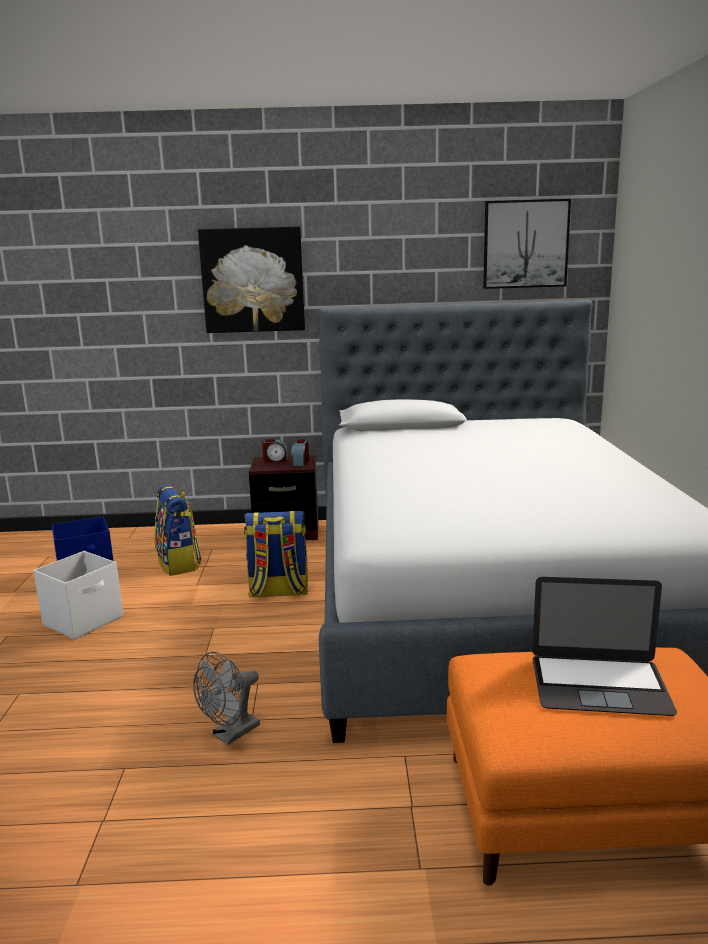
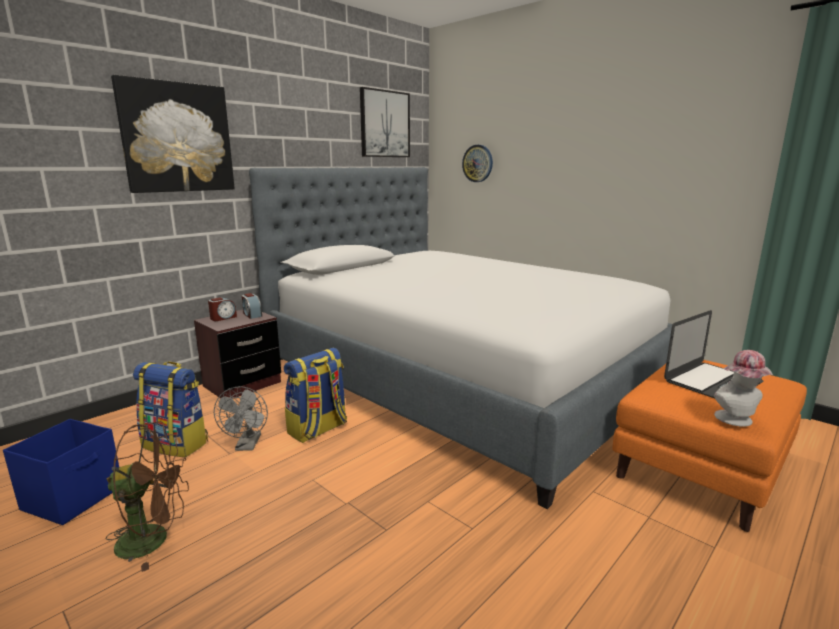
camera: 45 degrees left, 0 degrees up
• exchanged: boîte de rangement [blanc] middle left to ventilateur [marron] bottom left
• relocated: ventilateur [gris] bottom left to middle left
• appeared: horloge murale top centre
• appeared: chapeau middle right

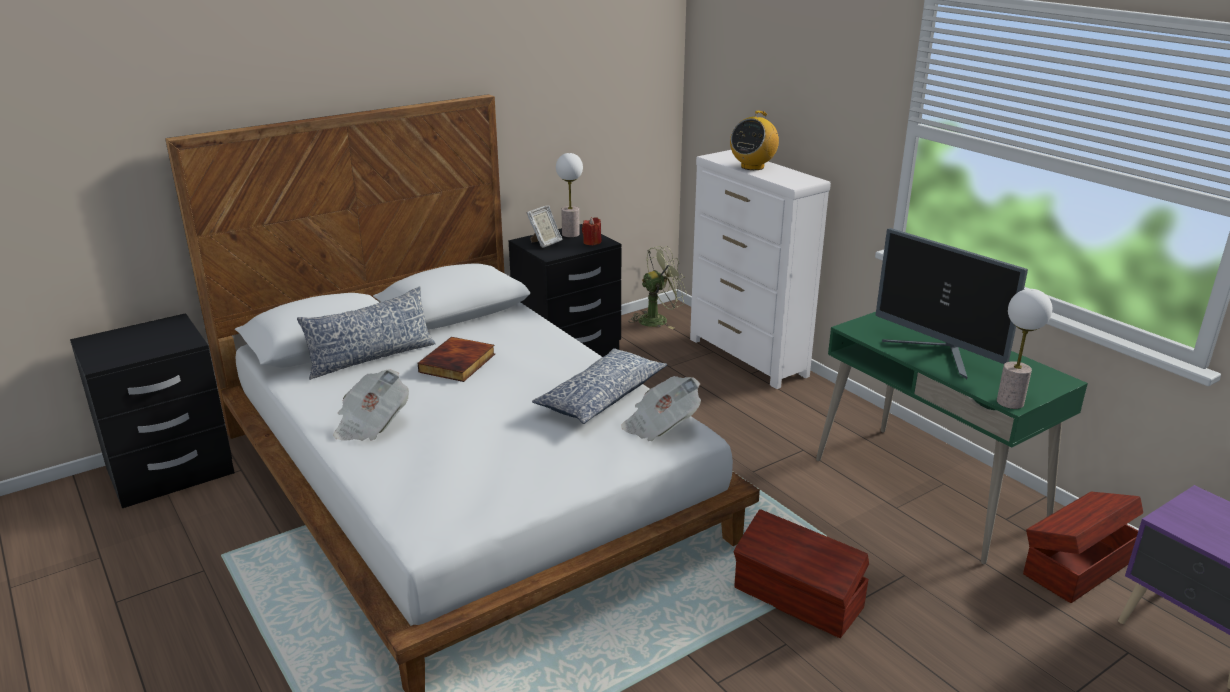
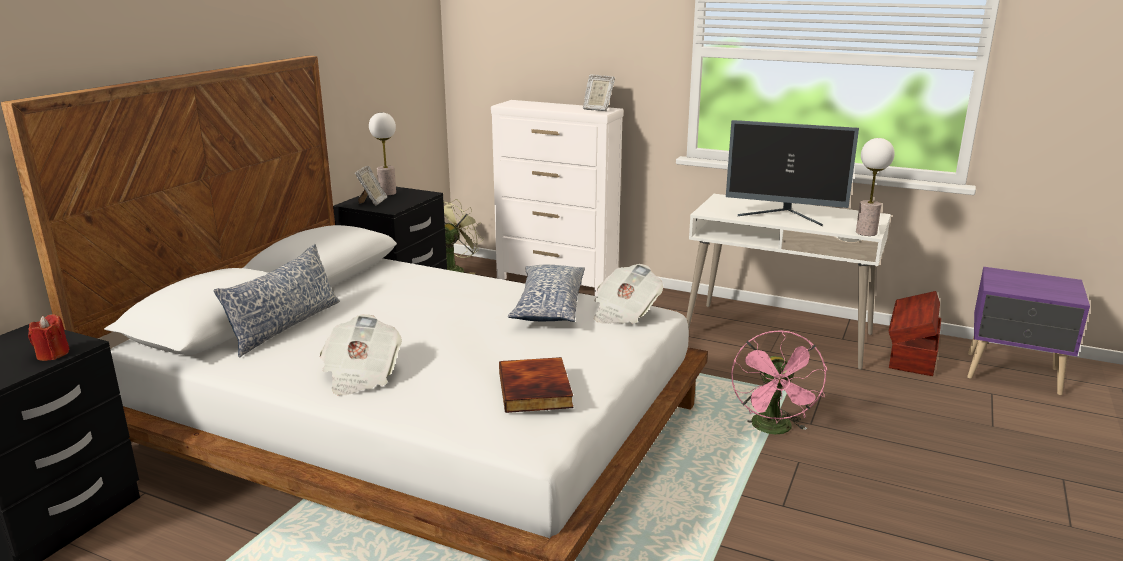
camera: 30 degrees left, 5 degrees down
• relocated: livre centre to bottom centre
• relocated: bougie [rouge] centre to middle left
• missing: radio top centre
• exchanged: boîte de rangement [marron] (no. 1 from left) bottom centre to ventilateur [rose] bottom right
• colour: bureau [vert] middle right to bureau [blanc] middle right
• appeared: cadre photo (no. 2 from left) top centre

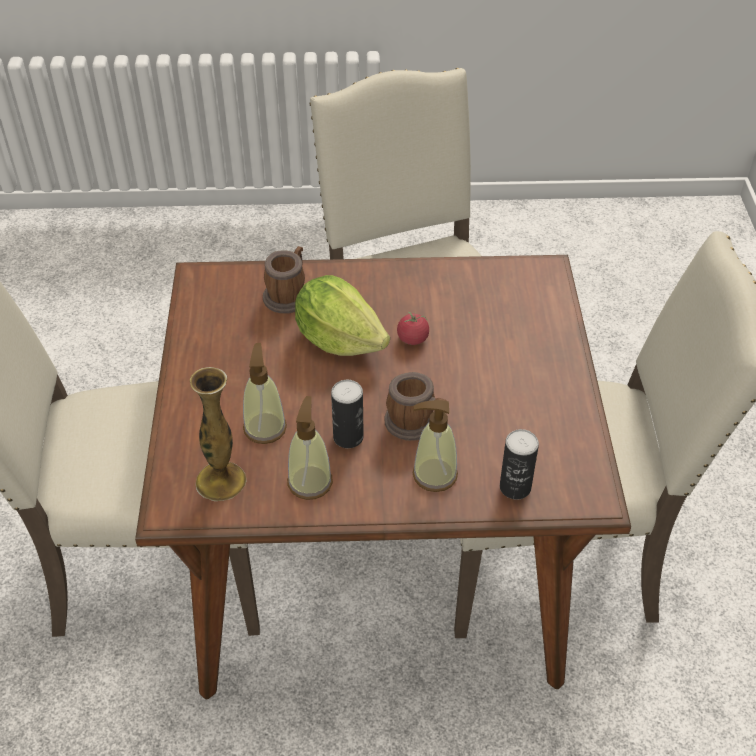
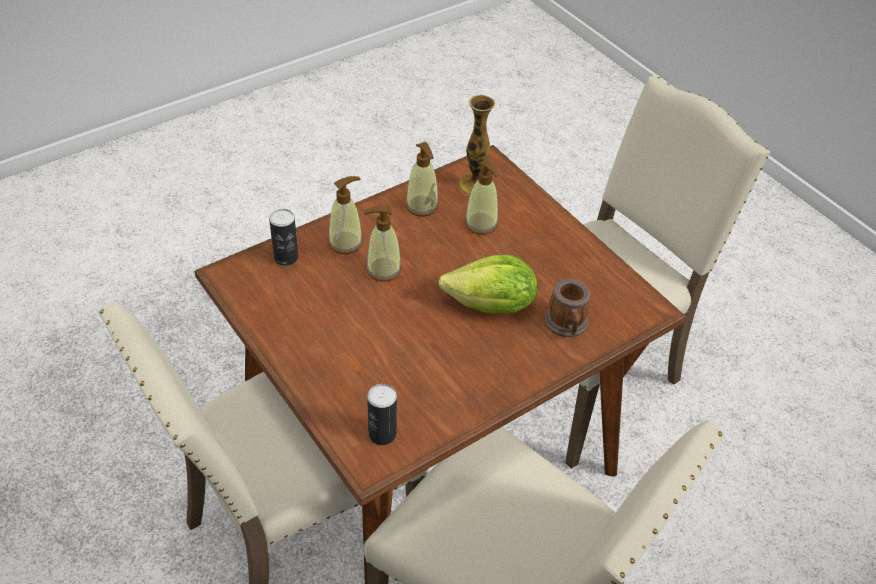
camera: 145 degrees right, 0 degrees up
• relocated: boîte métallique (no. 1 from left in the first image) centre to boîte métallique (no. 2 from left) bottom centre
• exchanged: mug (no. 2 from left) centre to distributeur de savon (no. 2 from left) centre
• missing: tomate centre

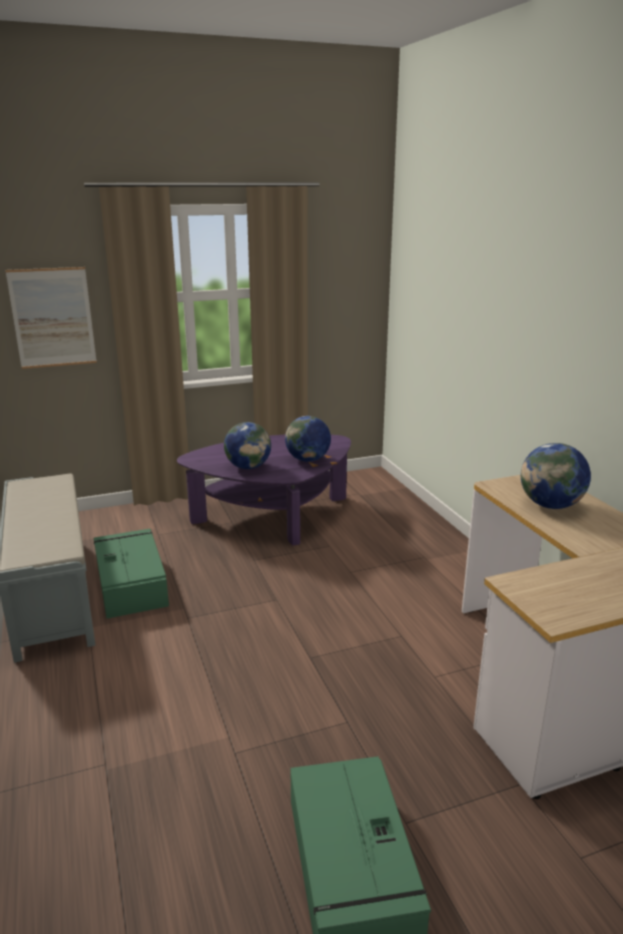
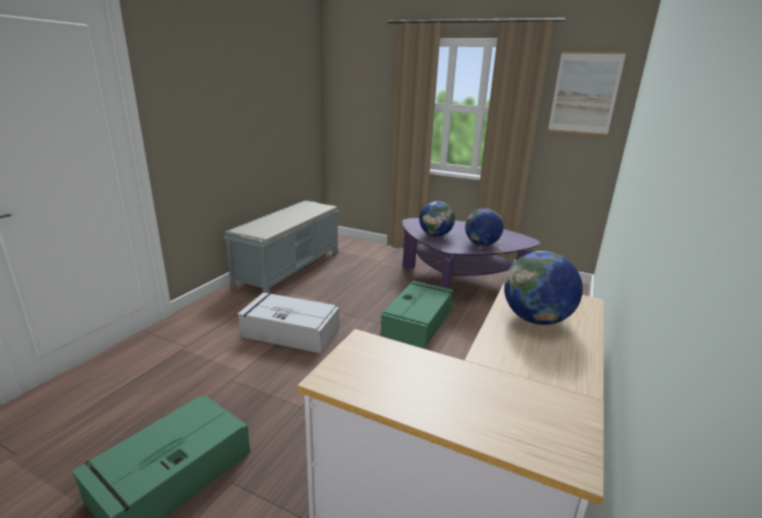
camera: 45 degrees right, 0 degrees up
• relocated: tableau middle left to top right
• relocated: boîte de rangement [vert] (no. 1 from left in the first image) middle left to boîte de rangement [vert] (no. 2 from left) centre
• appeared: boîte de rangement [gris] centre

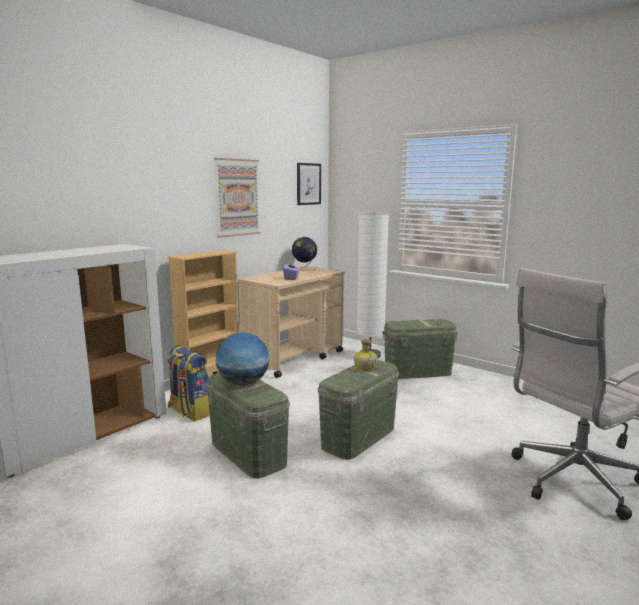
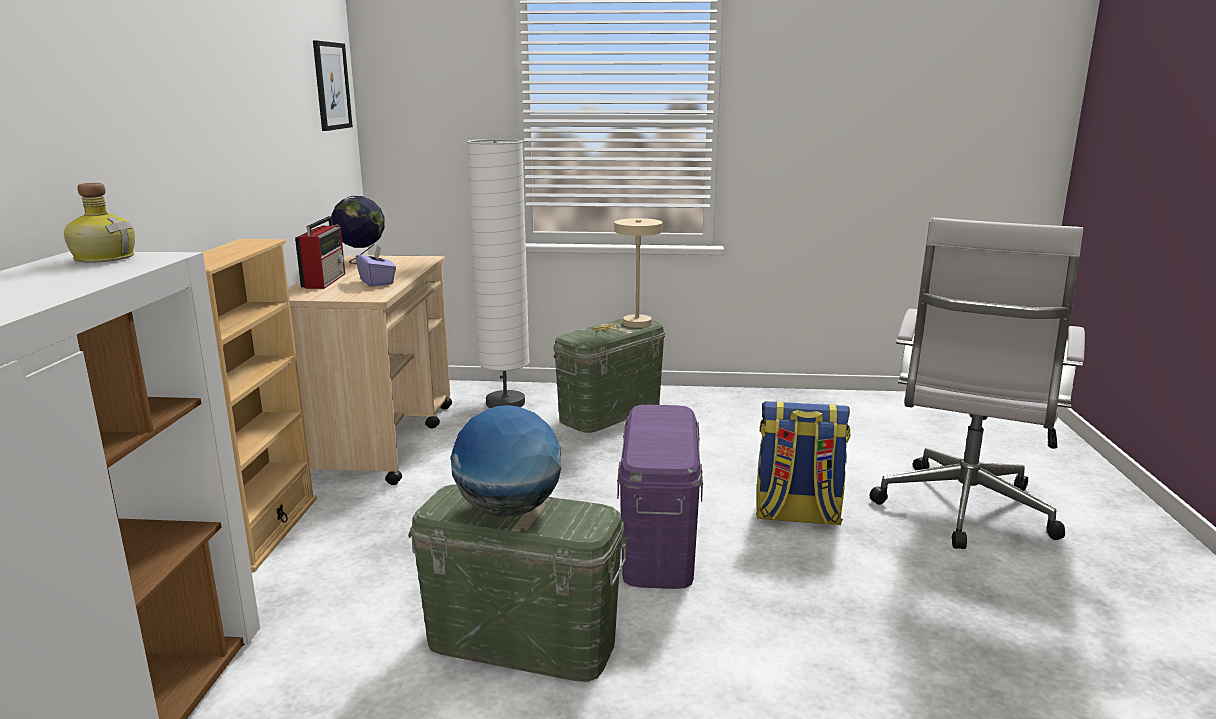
camera: 35 degrees left, 5 degrees up
• relocated: sac à dos middle left to centre
• missing: tableau (no. 1 from left) top centre
• colour: boîte de rangement [vert] (no. 2 from left) bottom centre to boîte de rangement [violet] bottom centre
• relocated: bouteille centre to top left
• appeared: radio middle left
• appeared: lampe de table [beige] centre

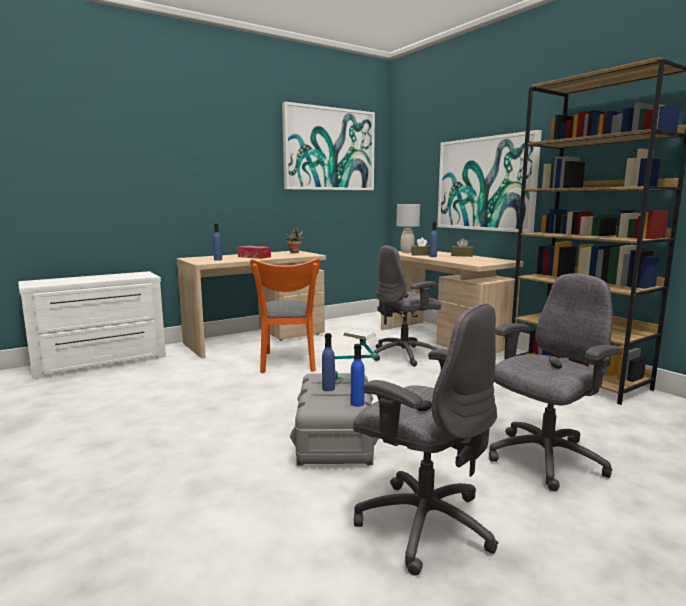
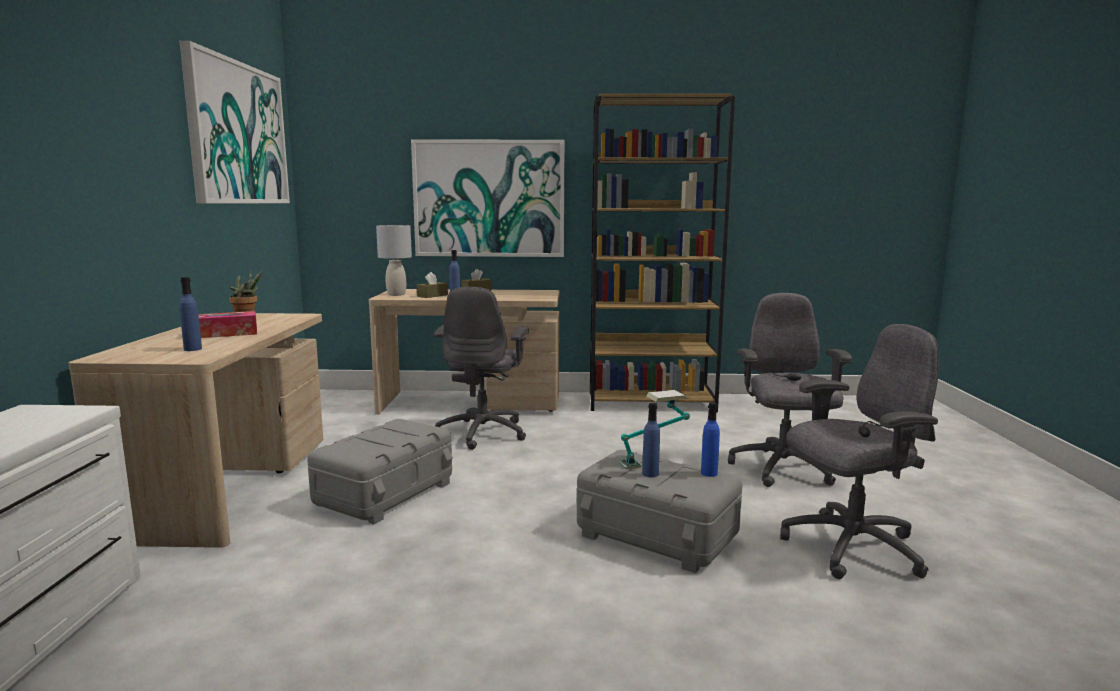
camera: 55 degrees left, 0 degrees up
• exchanged: chaise [orange] centre to boîte de rangement [gris] (no. 1 from left) bottom centre

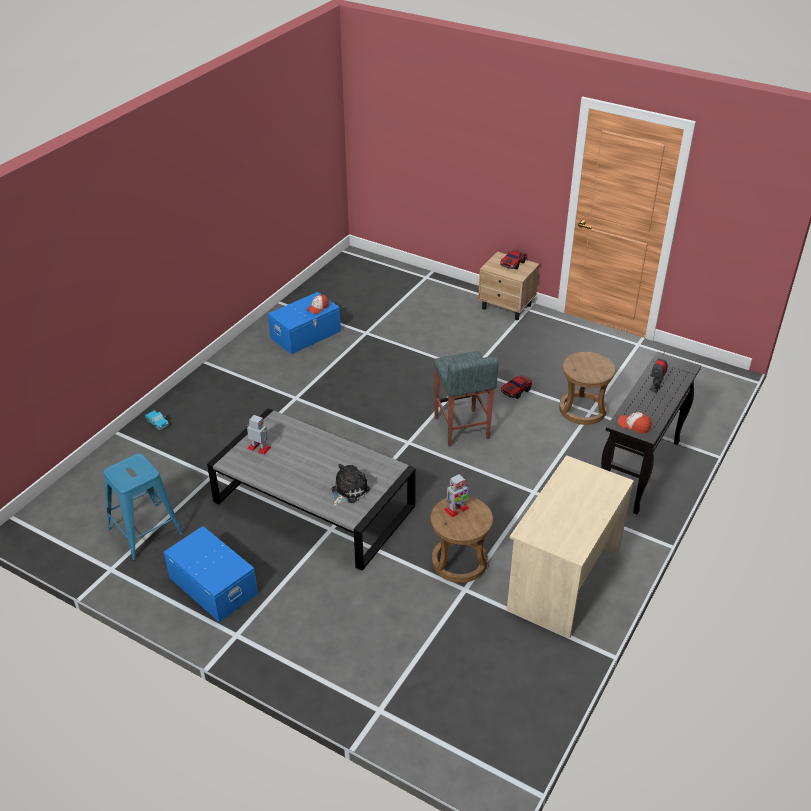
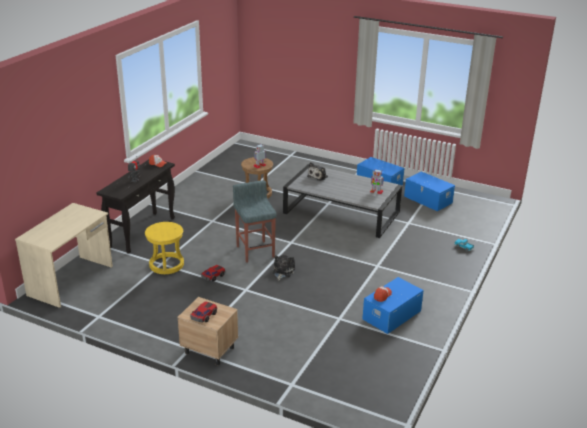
camera: 175 degrees right, 10 degrees down
• exchanged: tabouret [bleu] middle left to boîte de rangement [bleu] (no. 3 from left) middle right
• relocated: bureau [beige] bottom right to middle left
• colour: tabouret [marron] (no. 2 from left) middle right to tabouret [jaune] middle left
• appeared: peluche (no. 1 from left) centre

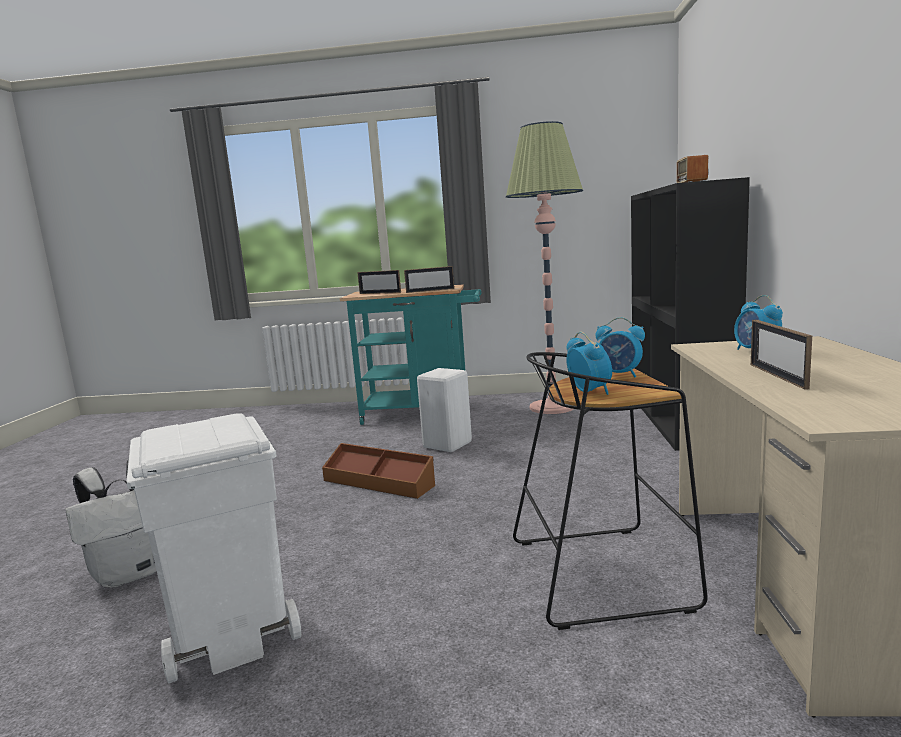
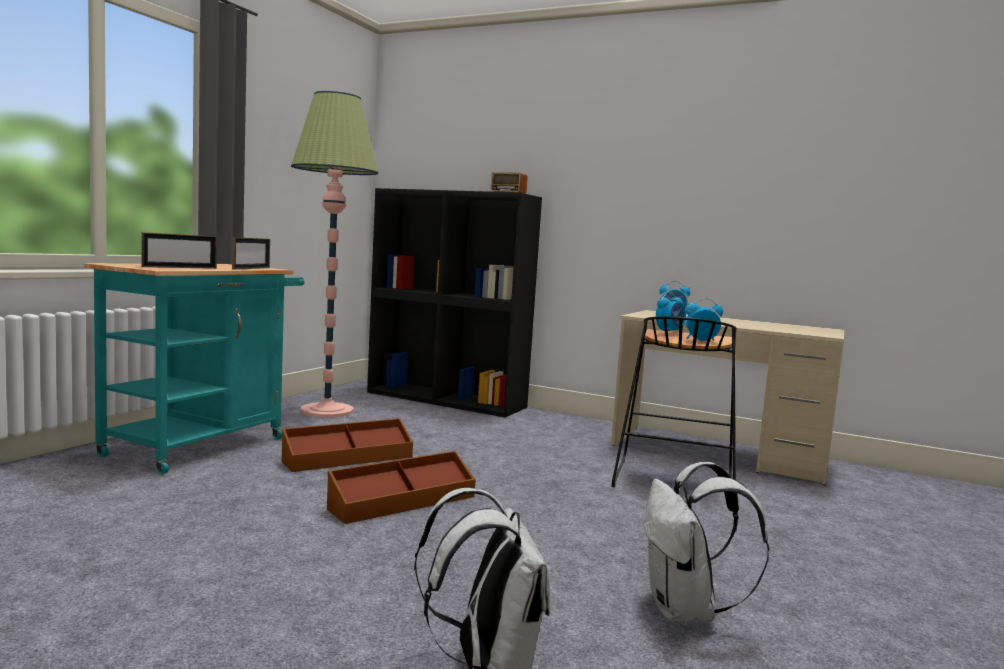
camera: 70 degrees left, 5 degrees down
• exchanged: poubelle [blanc] bottom left to sac à dos [blanc] (no. 2 from left) bottom right
• exchanged: tabouret [blanc] centre to boîte de rangement [marron] (no. 1 from left) centre
• missing: cadre photo (no. 3 from left) middle right

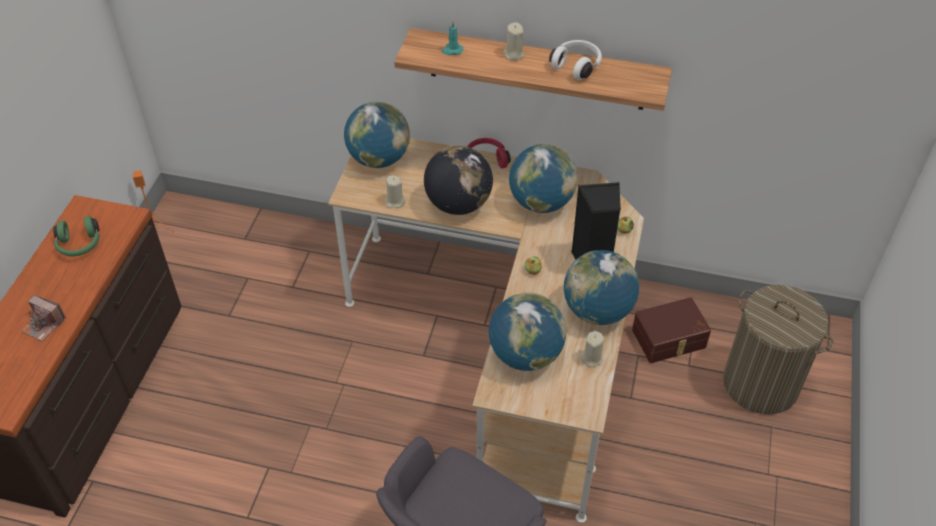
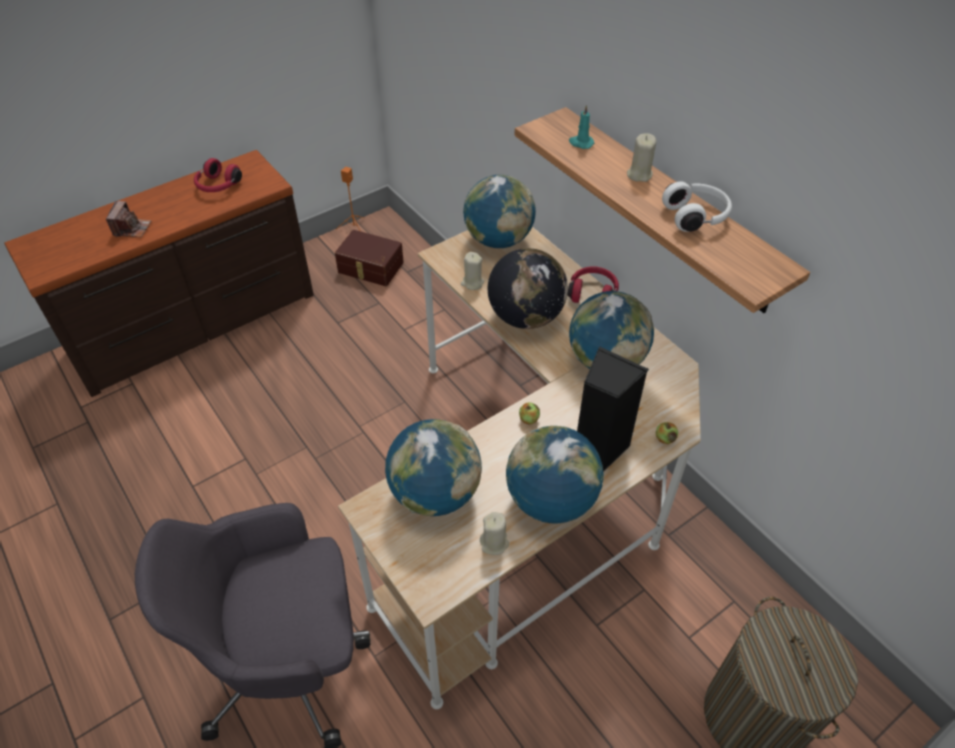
camera: 40 degrees right, 0 degrees up
• spun: appareil photo middle left = top left 150 degrees counterclockwise
• colour: casque audio [vert] middle left to casque audio [rouge] (no. 1 from left) top left
• relocated: boîte de rangement [marron] middle right to centre

